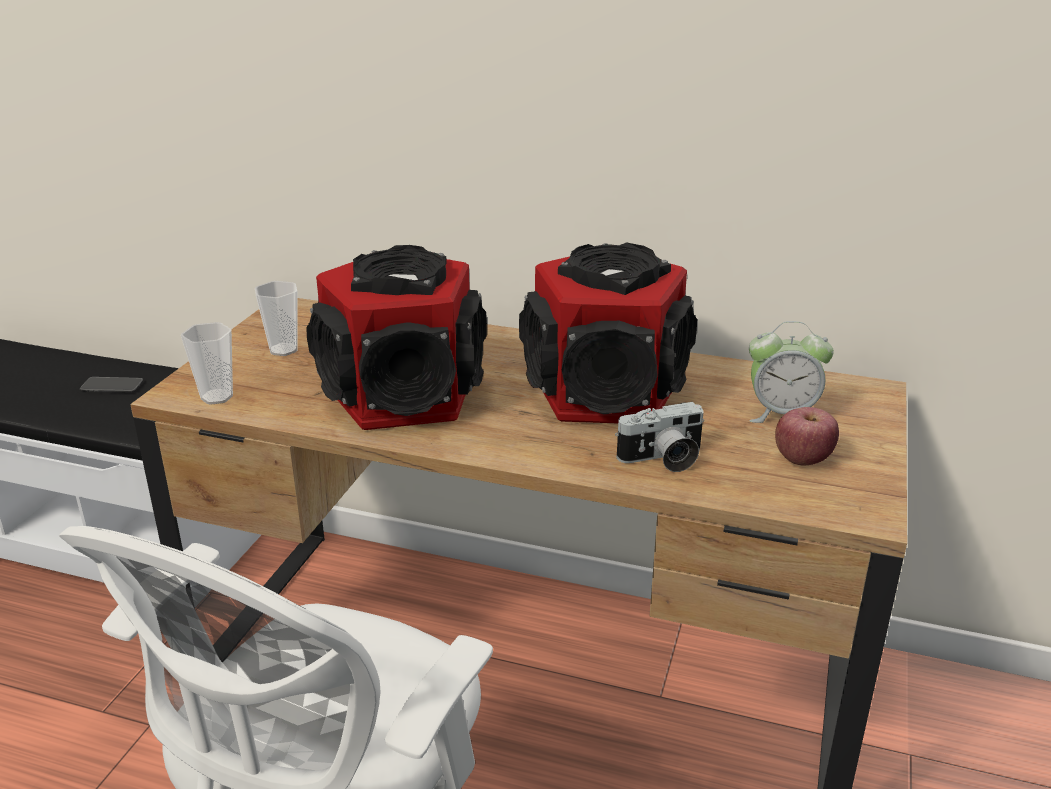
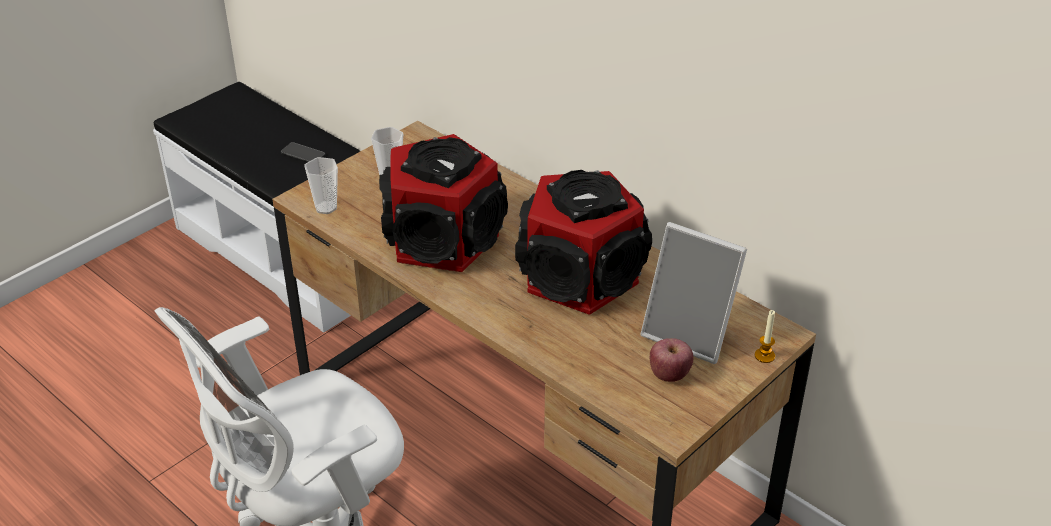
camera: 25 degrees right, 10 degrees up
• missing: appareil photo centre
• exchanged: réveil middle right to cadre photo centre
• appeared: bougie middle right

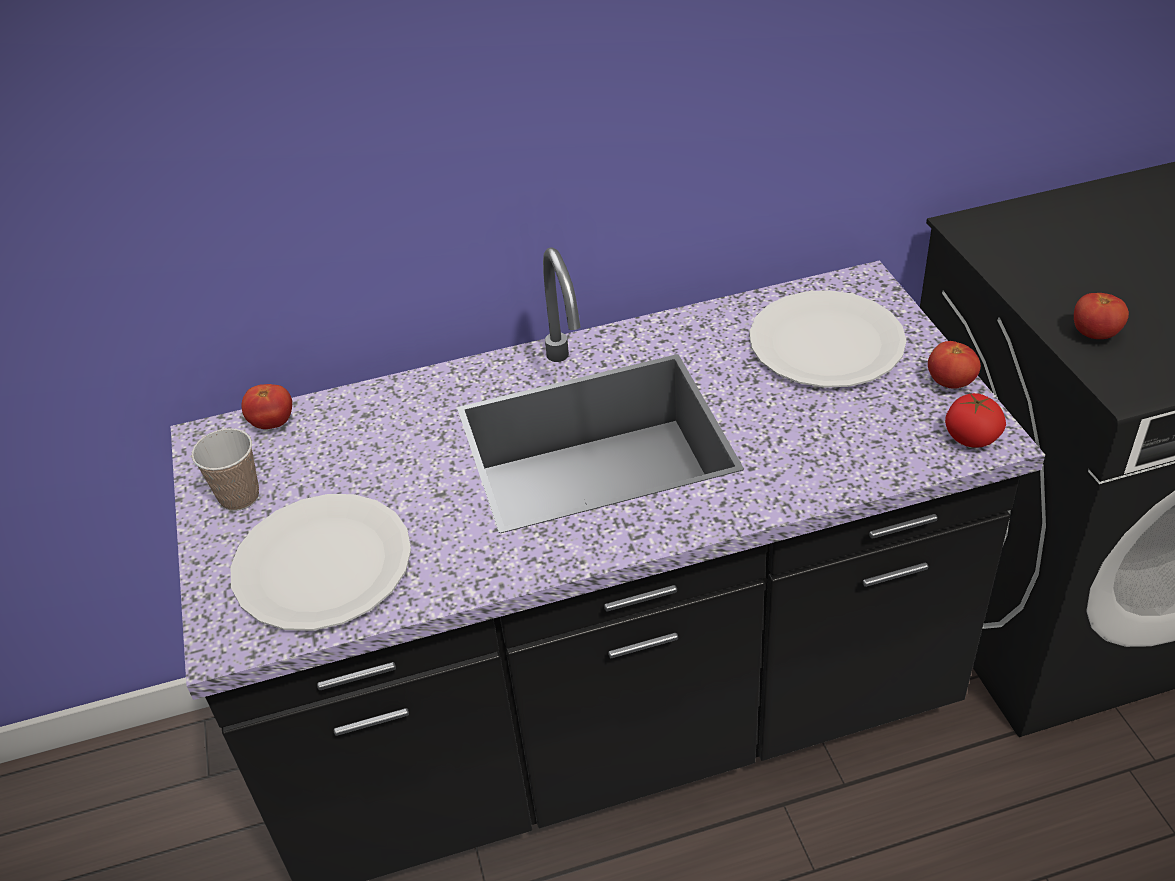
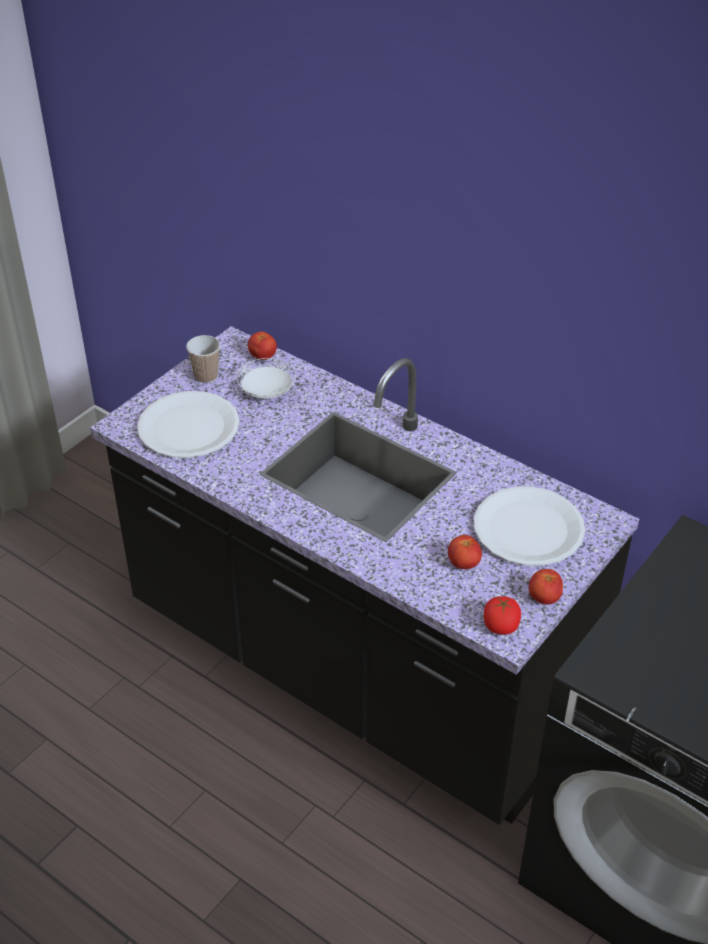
camera: 50 degrees right, 0 degrees up
• relocated: tomate (no. 4 from left in the first image) middle right to tomate (no. 2 from left) centre
• appeared: assiette [blanc] (no. 2 from left) centre

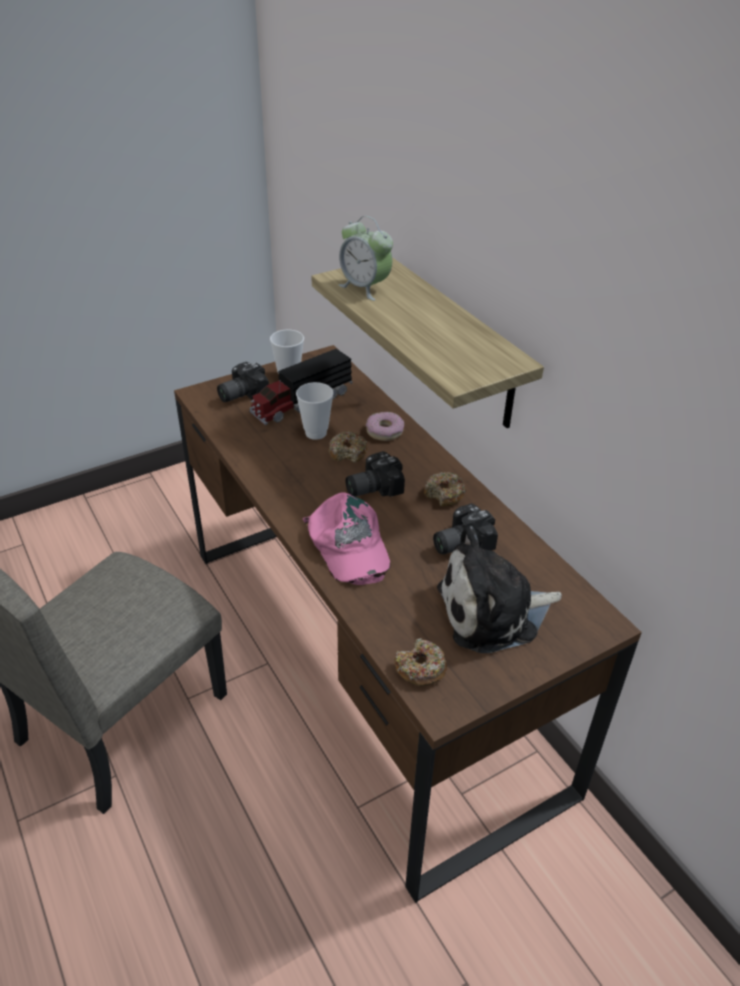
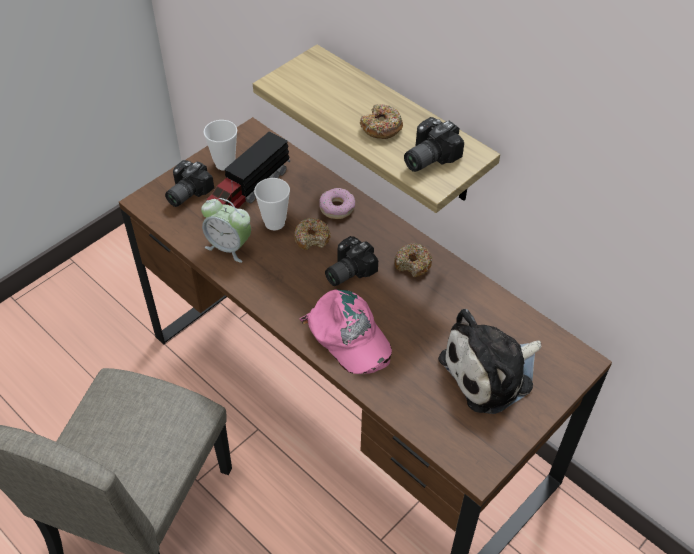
camera: 15 degrees left, 10 degrees up
• relocated: réveil top centre to middle left
• relocated: beignet (no. 3 from left) bottom centre to top centre
• relocated: appareil photo (no. 3 from left) centre to top centre

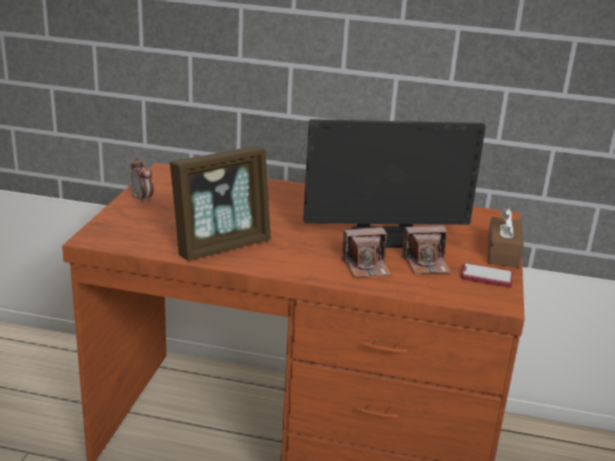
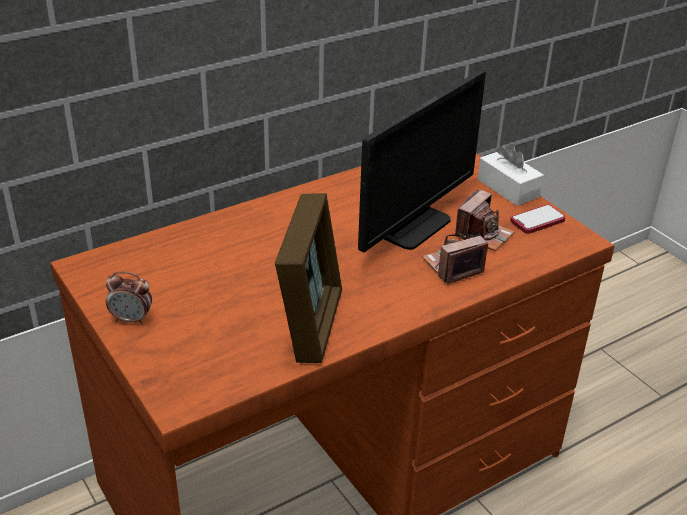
camera: 45 degrees left, 10 degrees up
• spun: appareil photo (no. 1 from left) centre = centre 150 degrees counterclockwise
• colour: boîte à mouchoirs [marron] middle right to boîte à mouchoirs [blanc] middle right

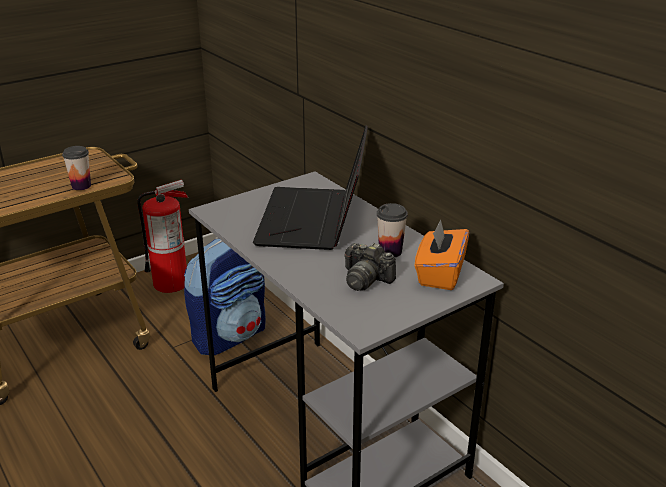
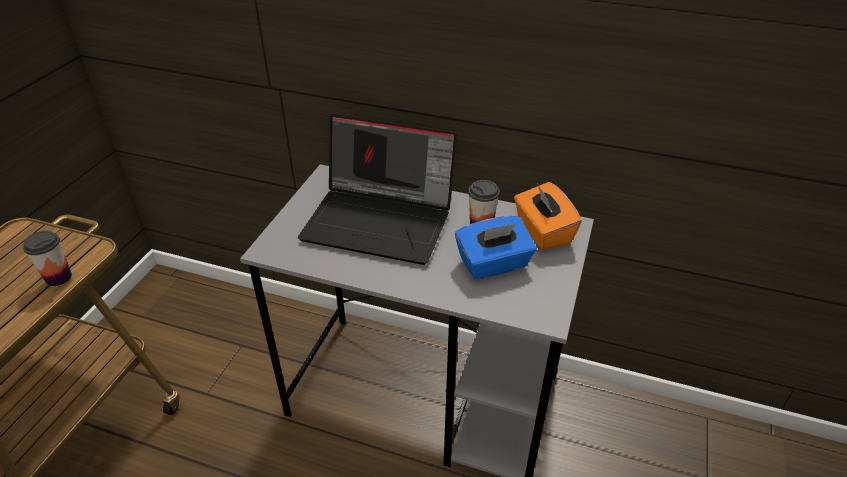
camera: 35 degrees left, 10 degrees up
• missing: extincteur middle left
• missing: sac à dos centre
• spun: ordinateur portable centre = centre 45 degrees counterclockwise
• exchanged: appareil photo centre to boîte à mouchoirs [bleu] centre

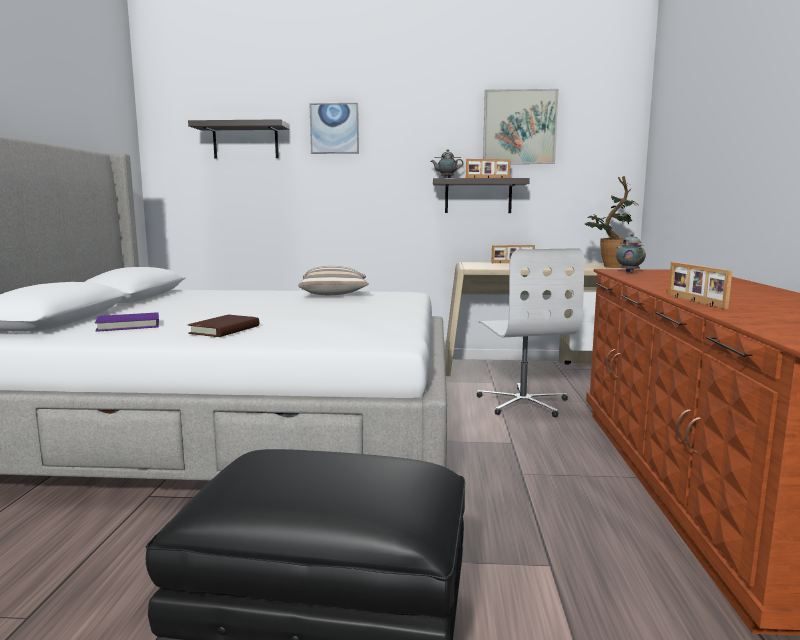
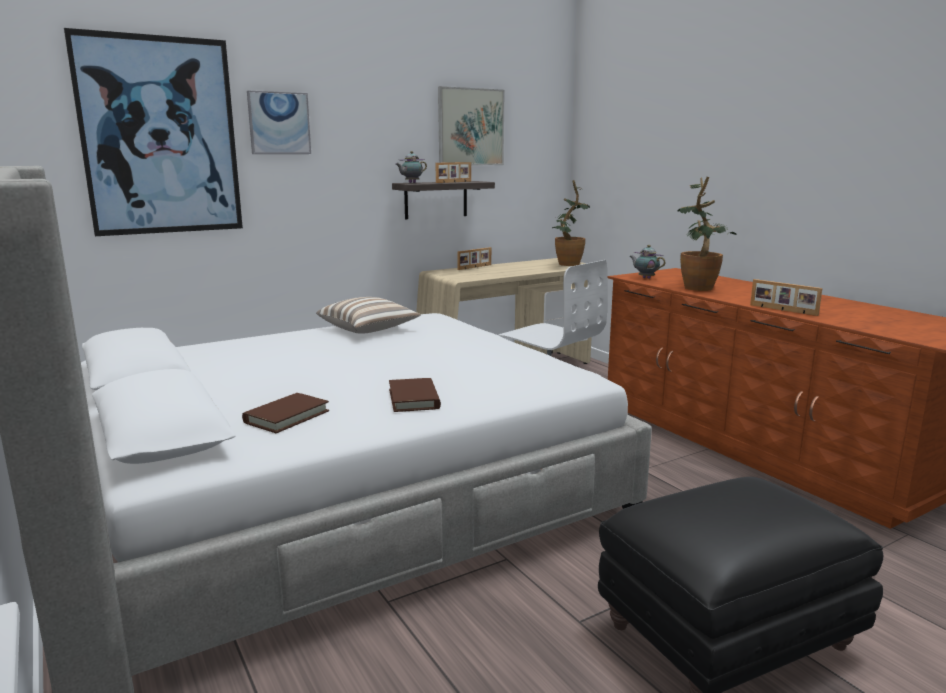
camera: 35 degrees left, 5 degrees up
• colour: livre [violet] middle left to livre [marron] (no. 1 from left) middle left
• exchanged: étagère (no. 1 from left) top left to tableau (no. 1 from left) top left
• appeared: plante en pot (no. 2 from left) middle right

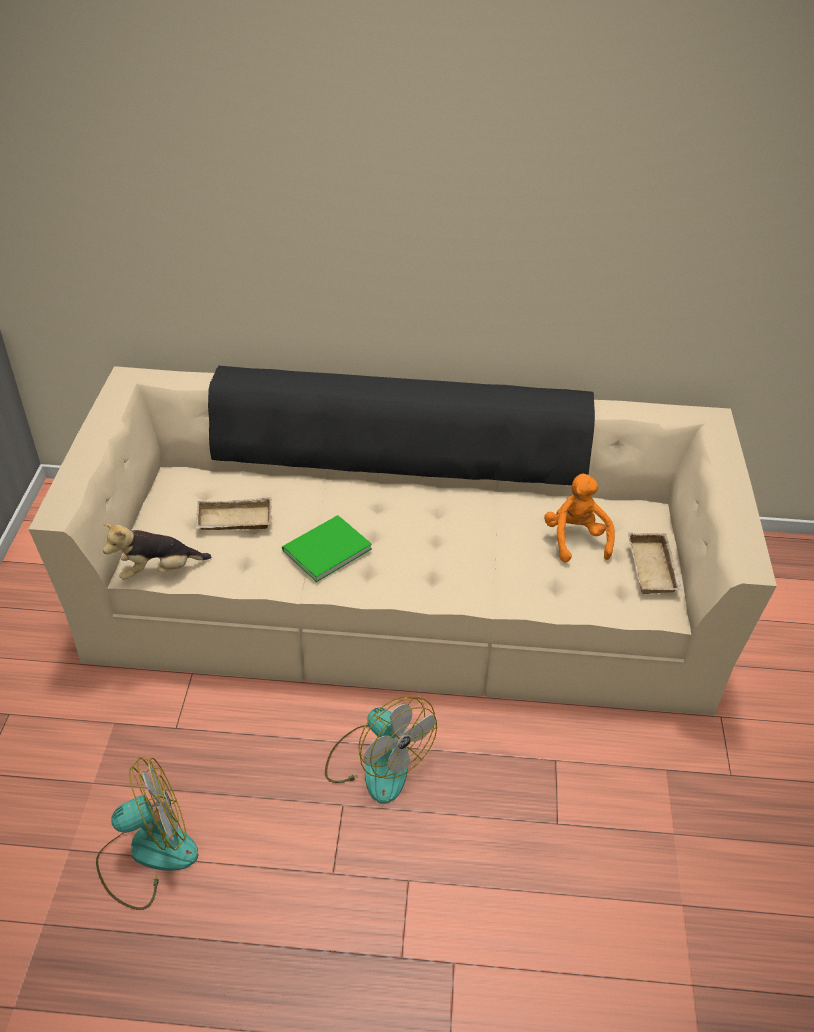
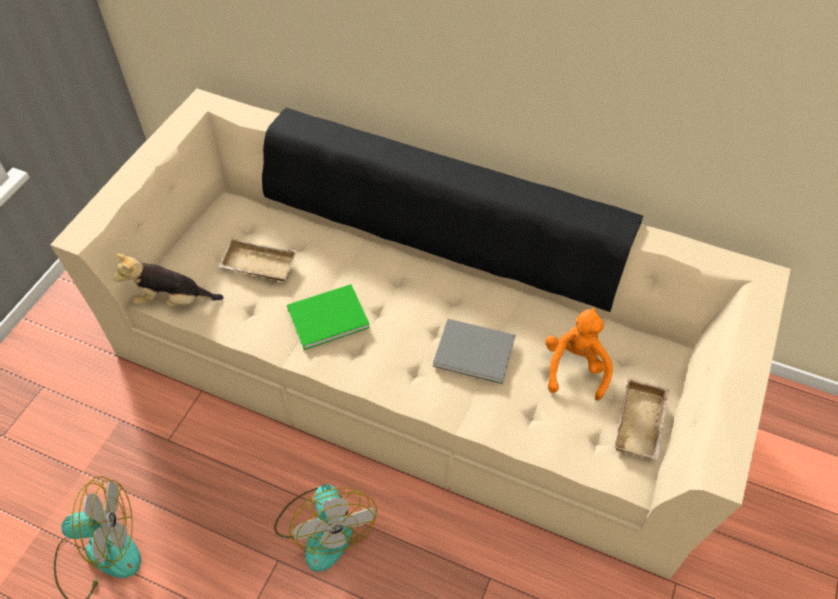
camera: 20 degrees right, 10 degrees up
• appeared: livre [gris] centre

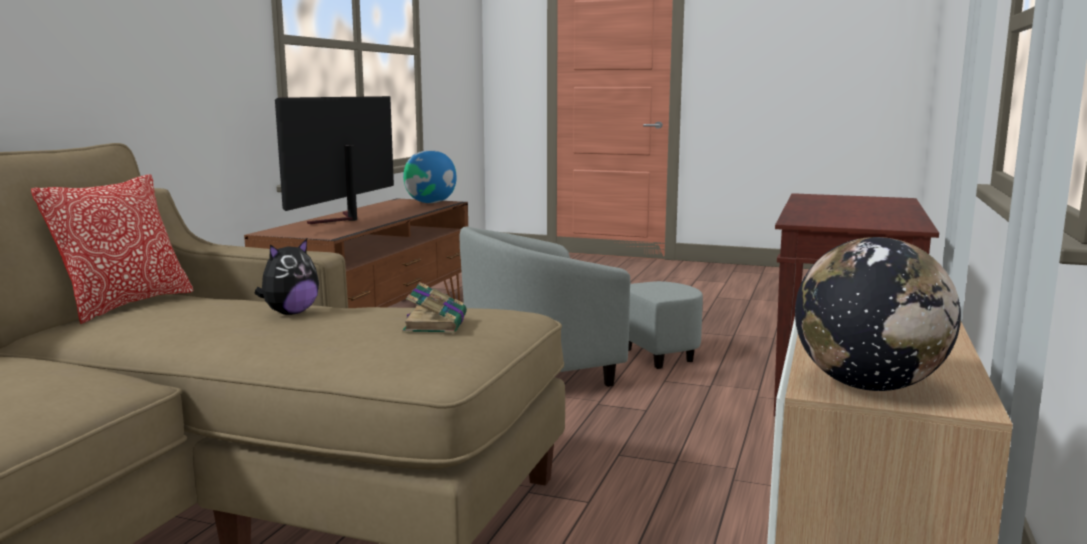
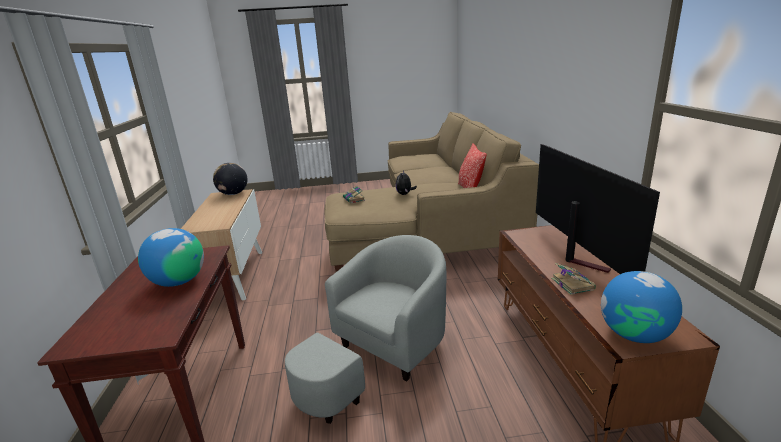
camera: 155 degrees right, 10 degrees up
• appeared: globe (no. 1 from left) middle left
• appeared: livre (no. 2 from left) middle right

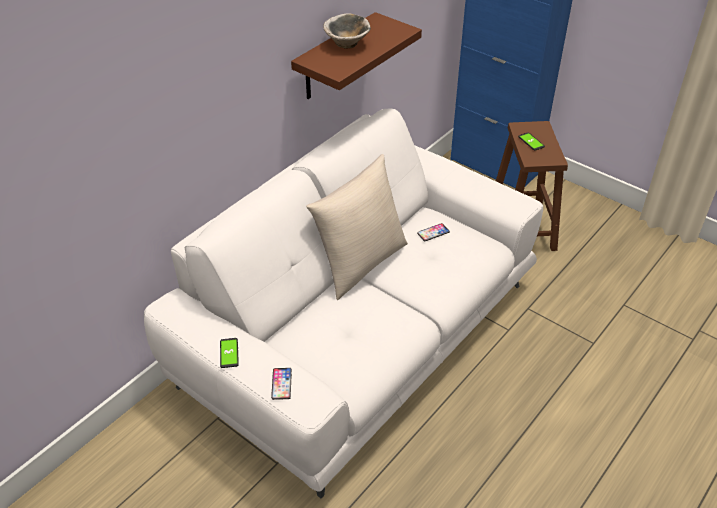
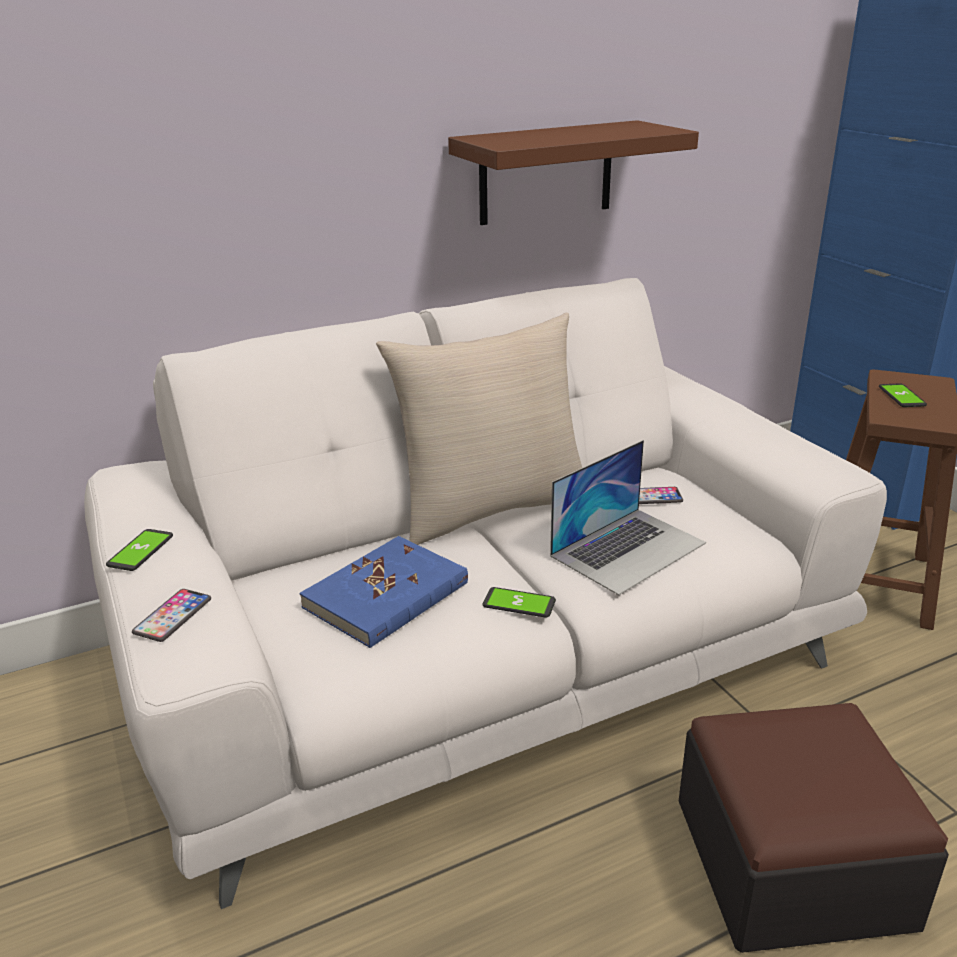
camera: 25 degrees right, 15 degrees down
• missing: bol top centre
• appeared: livre [bleu] centre
• appeared: téléphone (no. 3 from left) centre
• appeared: ordinateur portable centre
• appeared: pouf bottom right

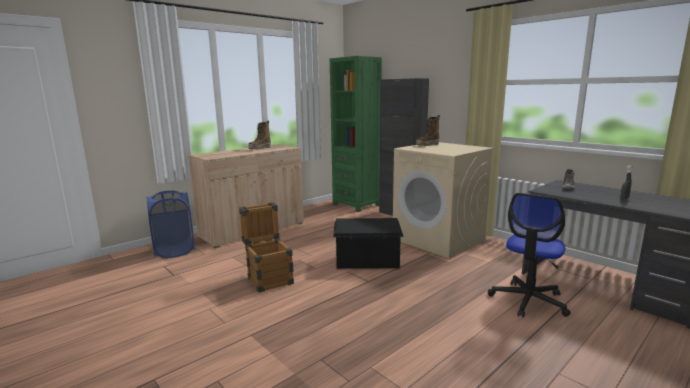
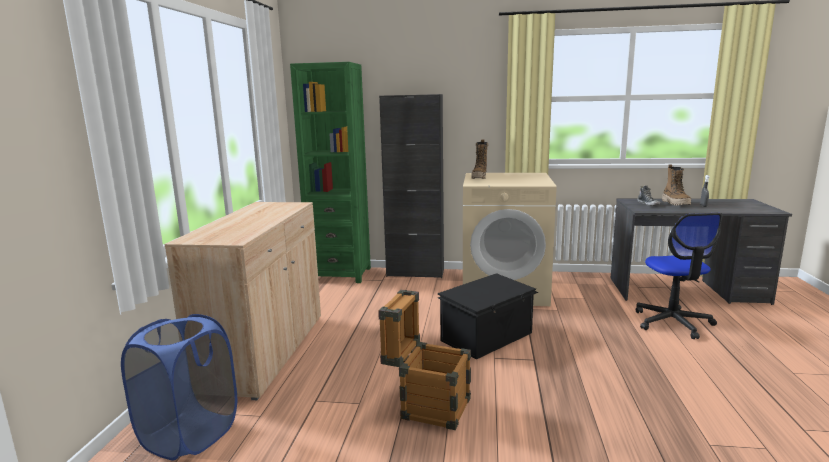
camera: 40 degrees left, 0 degrees up
• relocated: botte (no. 1 from left in the first image) centre to botte (no. 2 from left) middle right

